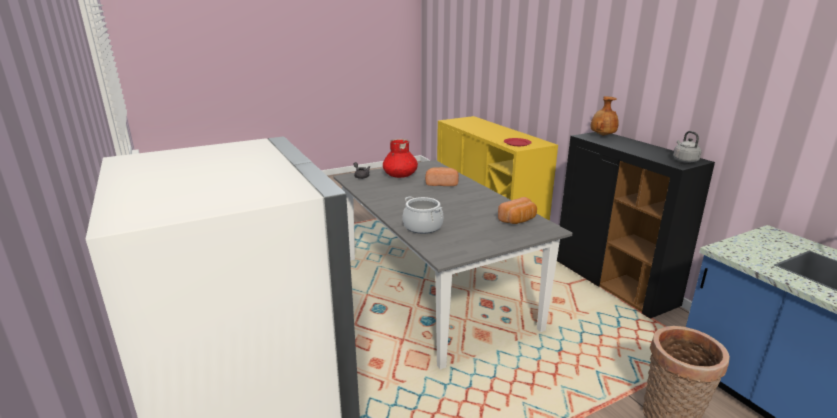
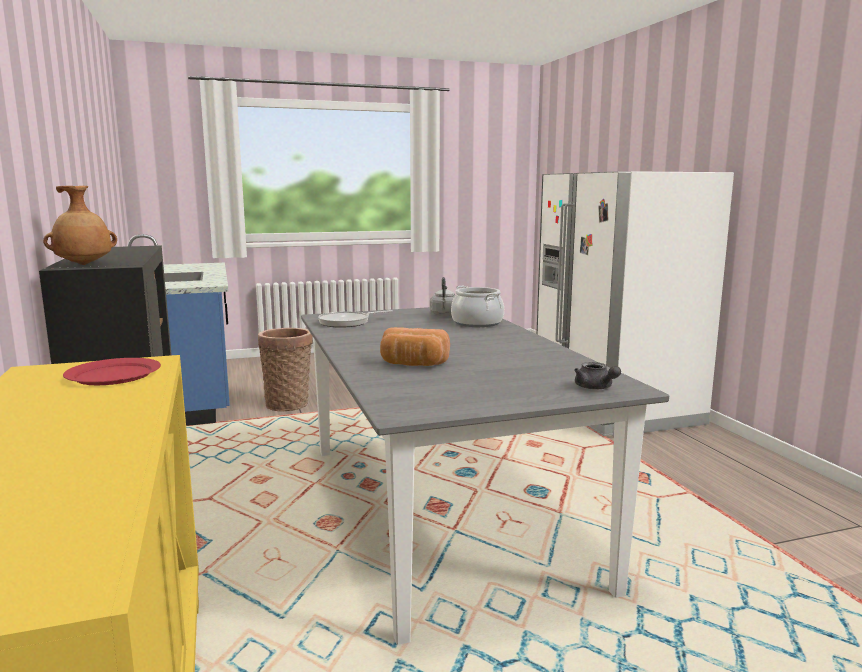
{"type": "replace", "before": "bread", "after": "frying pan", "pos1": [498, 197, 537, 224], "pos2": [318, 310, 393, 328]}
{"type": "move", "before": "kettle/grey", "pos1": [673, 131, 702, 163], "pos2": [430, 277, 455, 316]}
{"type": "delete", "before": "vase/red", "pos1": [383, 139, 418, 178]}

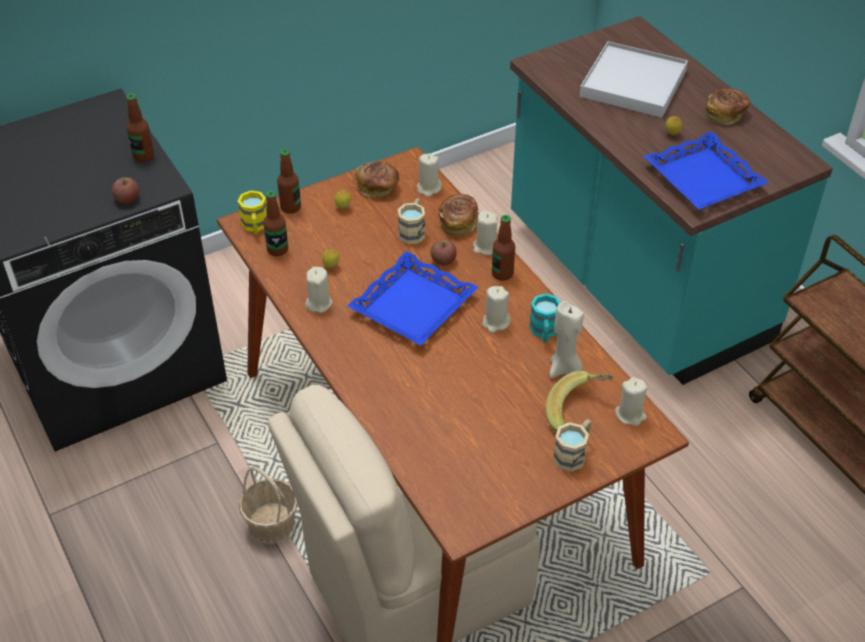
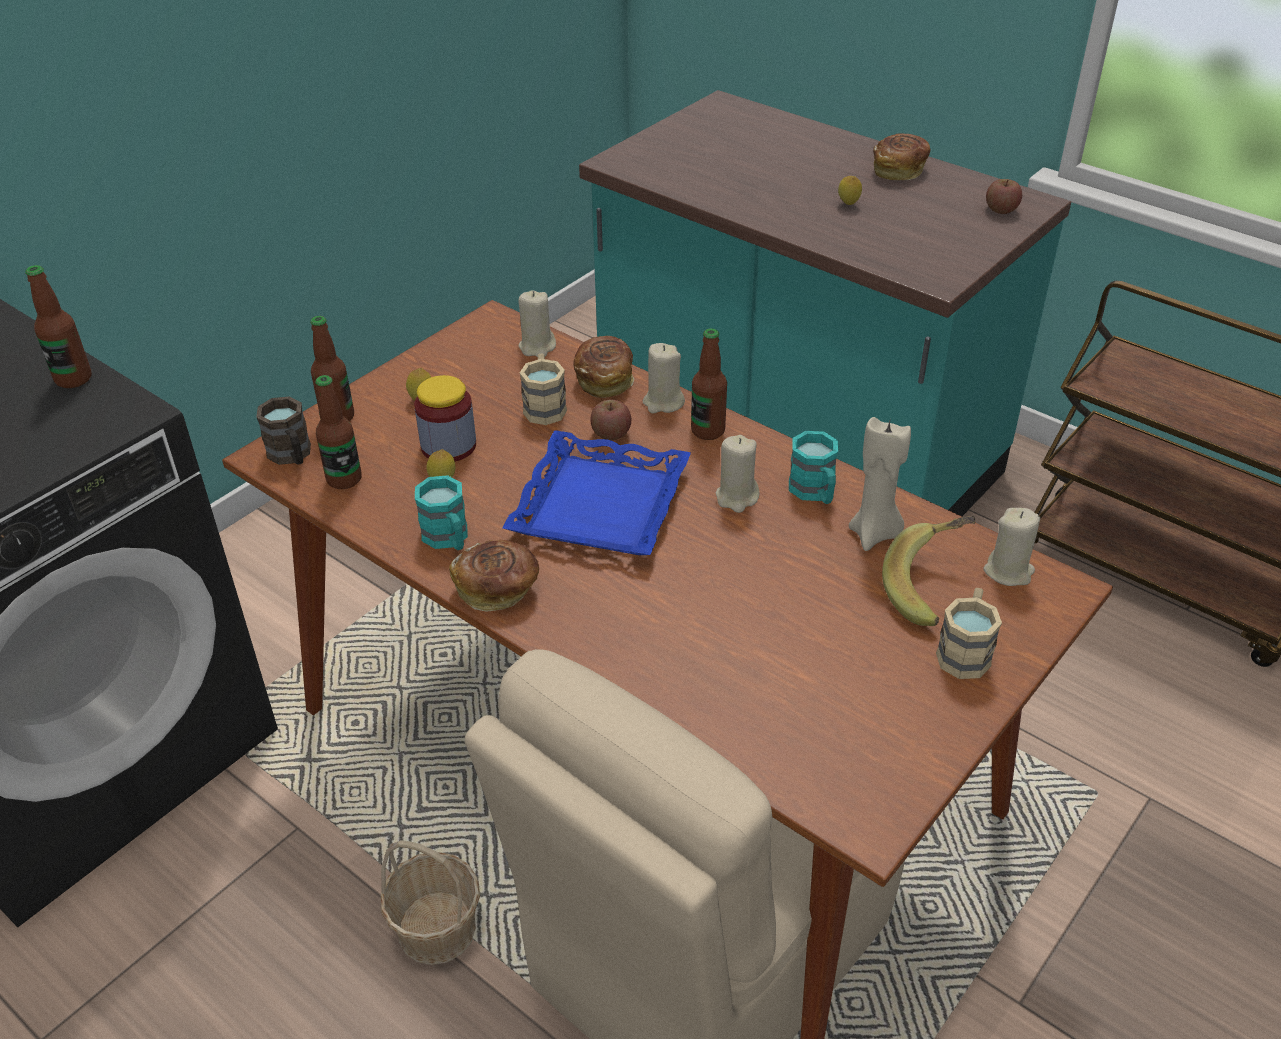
{"type": "recolor", "before": "mug/yellow", "after": "mug/brown", "pos1": [238, 190, 267, 234], "pos2": [256, 396, 311, 465]}
{"type": "insert", "after": "jar", "pos2": [414, 375, 476, 462]}
{"type": "replace", "before": "candle/beige", "after": "mug/turquoise", "pos1": [306, 267, 332, 313], "pos2": [415, 475, 468, 550]}
{"type": "move", "before": "bread", "pos1": [355, 162, 400, 197], "pos2": [449, 540, 539, 611]}
{"type": "move", "before": "apple", "pos1": [112, 177, 139, 204], "pos2": [986, 179, 1022, 214]}
{"type": "delete", "before": "tray/white", "pos1": [580, 41, 688, 118]}
{"type": "delete", "before": "tray/blue", "pos1": [644, 132, 769, 209]}

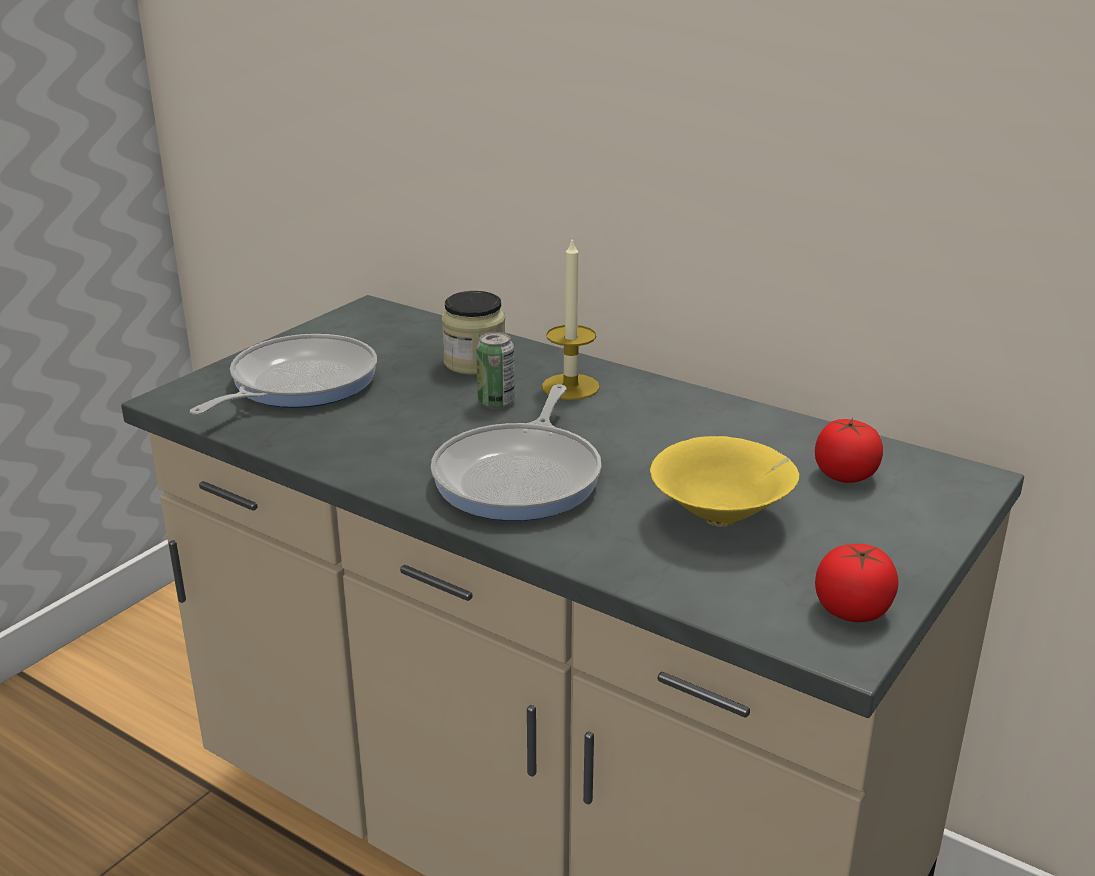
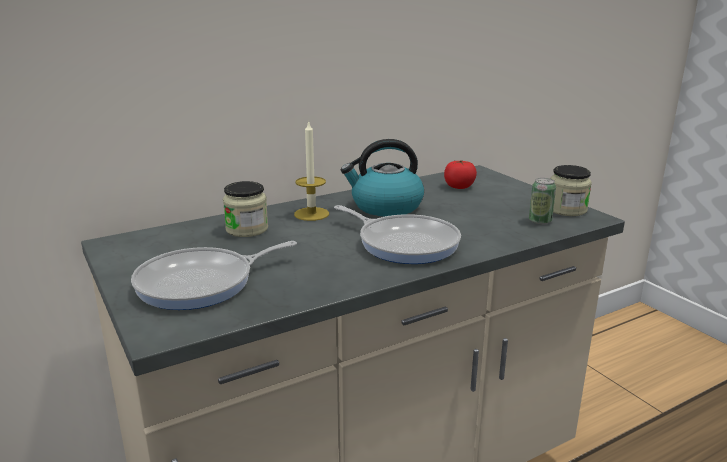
{"type": "rotate", "before": "frying pan", "pos1": [190, 334, 377, 415], "pos2": [131, 241, 297, 310], "turn": -90}
{"type": "insert", "after": "kettle", "pos2": [341, 139, 424, 217]}
{"type": "move", "before": "can", "pos1": [476, 332, 515, 409], "pos2": [529, 178, 556, 225]}
{"type": "replace", "before": "tomato", "after": "jar", "pos1": [815, 544, 899, 622], "pos2": [550, 165, 592, 216]}
{"type": "delete", "before": "bowl/yellow", "pos1": [650, 436, 799, 527]}

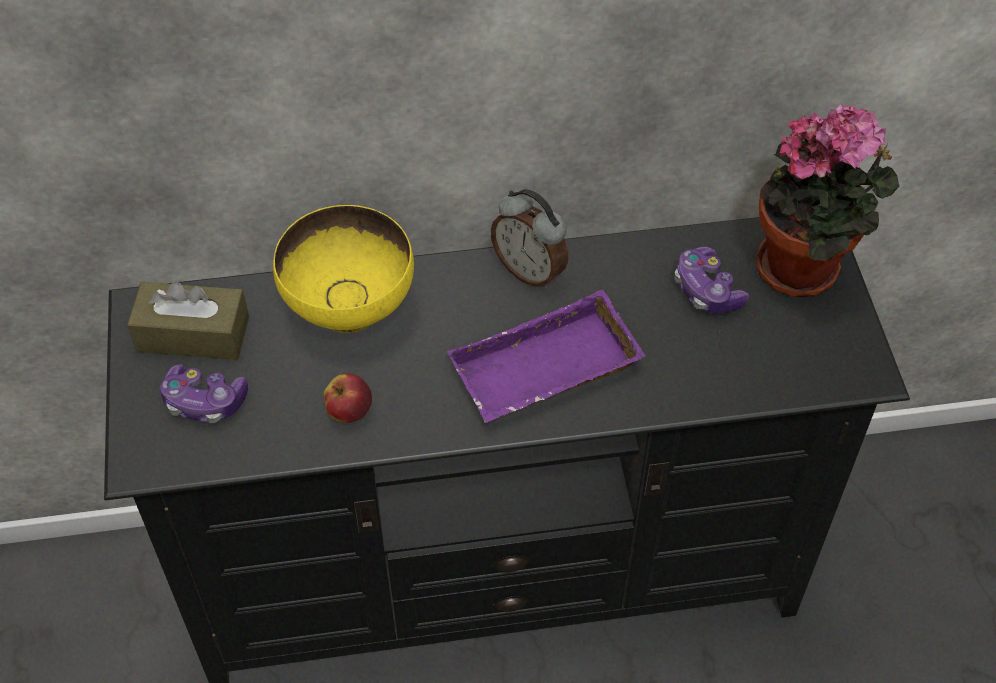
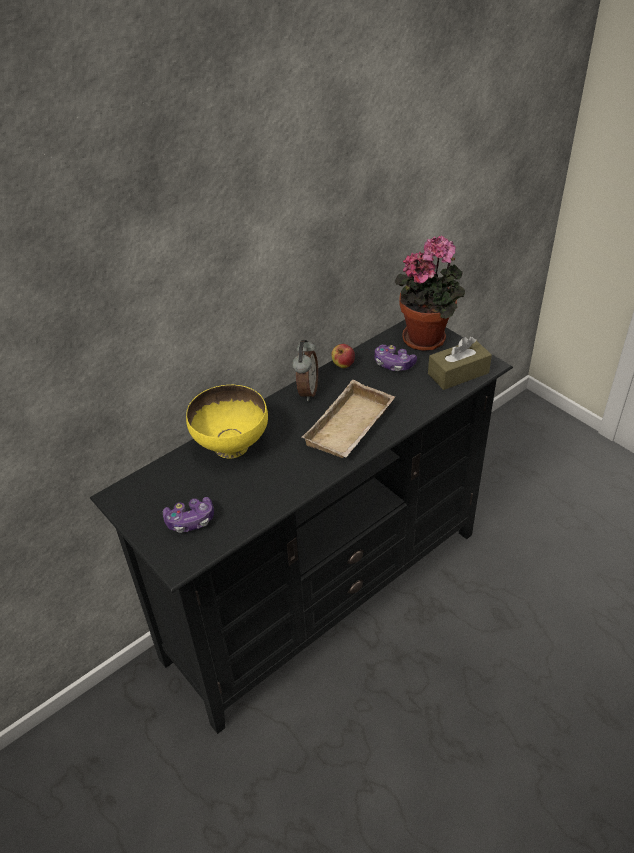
{"type": "rotate", "before": "alarm clock", "pos1": [491, 189, 568, 289], "pos2": [292, 340, 318, 401], "turn": -90}
{"type": "recolor", "before": "tray/purple", "after": "tray/beige", "pos1": [447, 290, 646, 423], "pos2": [301, 380, 395, 458]}
{"type": "move", "before": "apple", "pos1": [324, 373, 372, 423], "pos2": [331, 344, 355, 368]}
{"type": "move", "before": "tissue box/brown", "pos1": [127, 281, 249, 360], "pos2": [428, 337, 492, 390]}

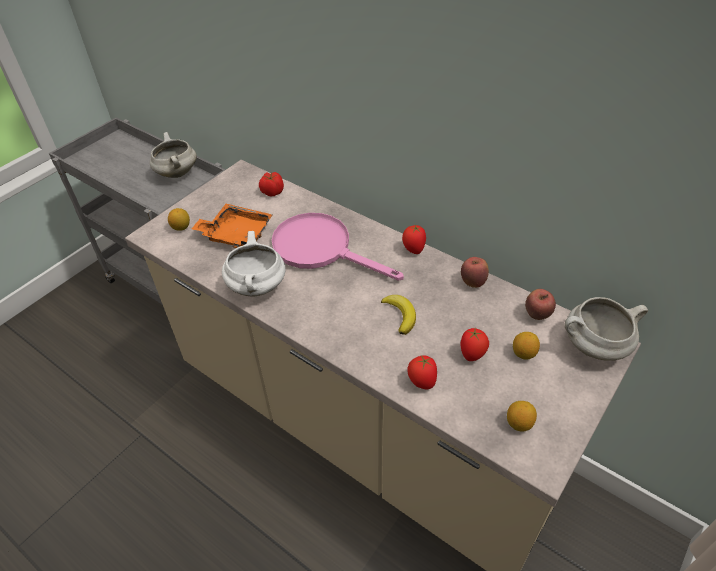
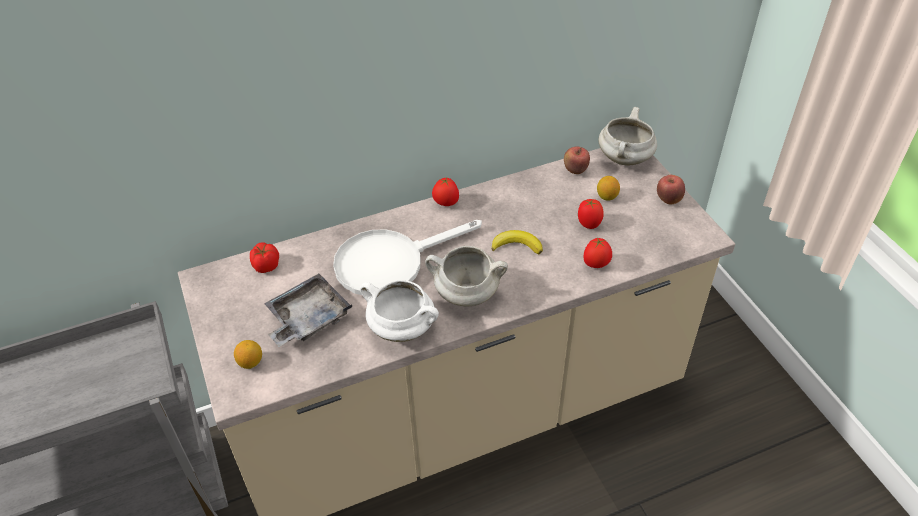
{"type": "recolor", "before": "tray/orange", "after": "tray/grey", "pos1": [191, 204, 272, 248], "pos2": [264, 274, 352, 347]}
{"type": "recolor", "before": "frying pan/pink", "after": "frying pan/white", "pos1": [272, 213, 404, 281], "pos2": [333, 220, 482, 295]}
{"type": "move", "before": "cooking pot/white", "pos1": [150, 132, 197, 178], "pos2": [425, 246, 508, 306]}
{"type": "move", "before": "apple", "pos1": [461, 257, 489, 288], "pos2": [657, 175, 685, 204]}
{"type": "delete", "before": "lemon", "pos1": [507, 401, 537, 432]}

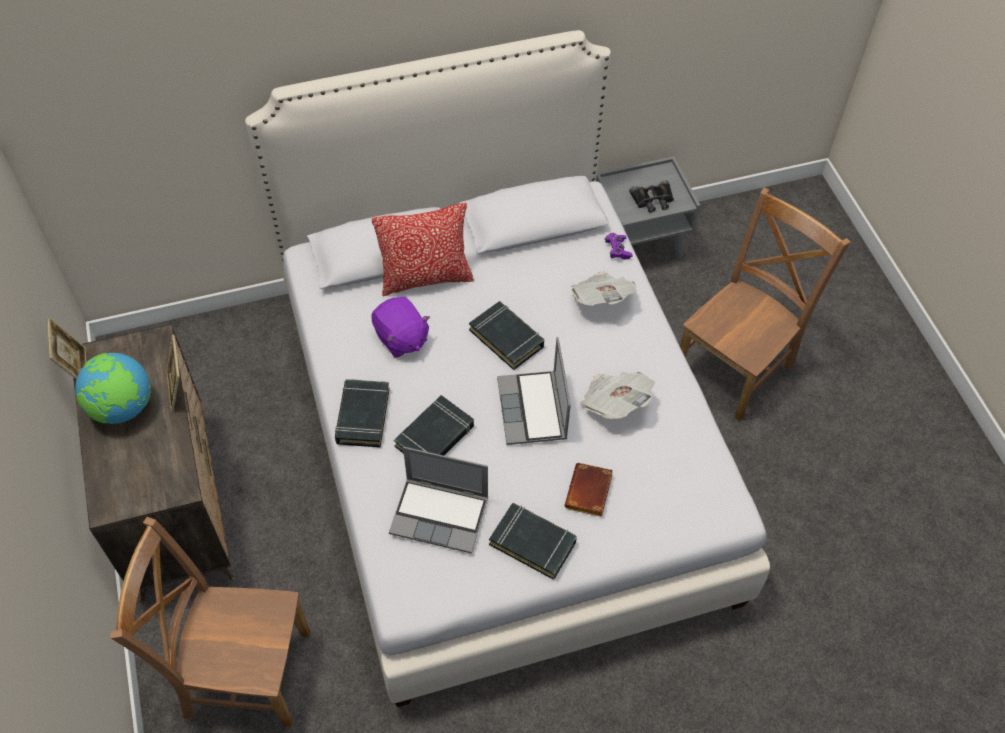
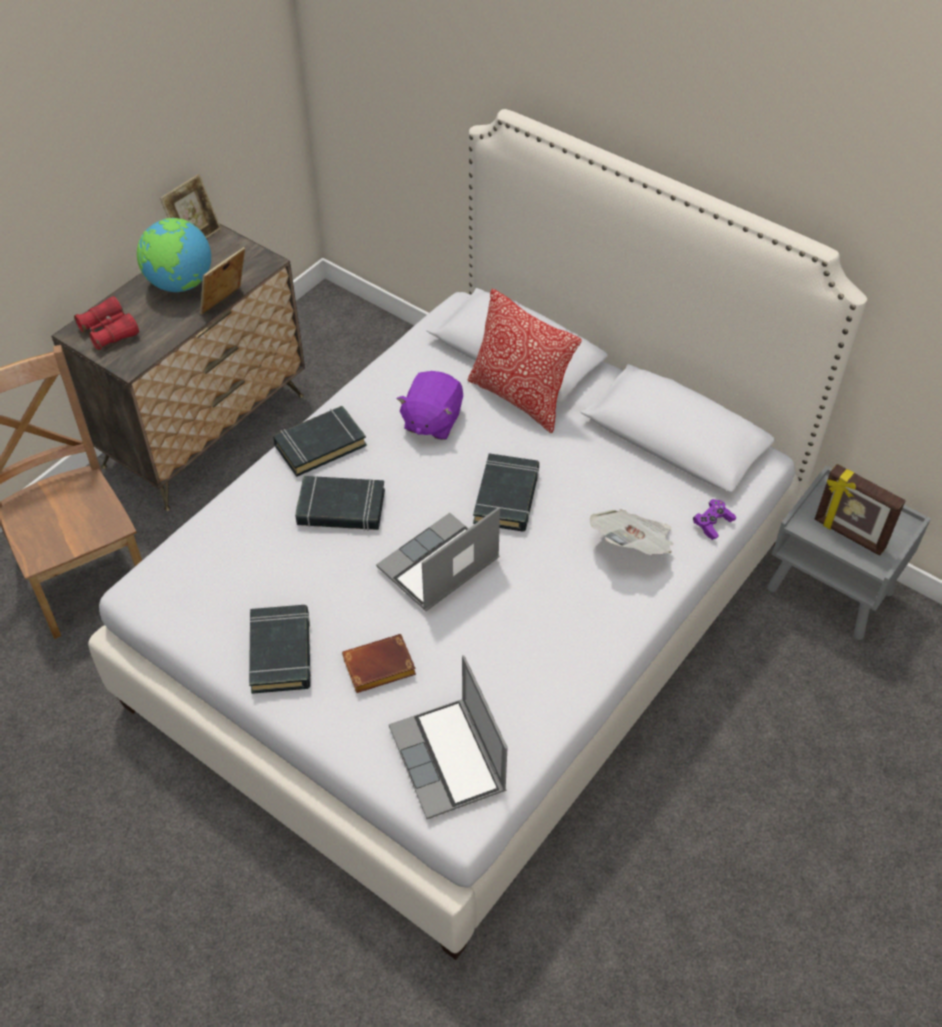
{"type": "insert", "after": "binoculars/red", "pos2": [74, 296, 139, 350]}
{"type": "move", "before": "laptop", "pos1": [389, 447, 488, 554], "pos2": [389, 655, 507, 819]}
{"type": "replace", "before": "binoculars/black", "after": "picture frame", "pos1": [629, 180, 674, 213], "pos2": [815, 464, 906, 556]}
{"type": "delete", "before": "newspaper", "pos1": [580, 372, 655, 419]}
{"type": "delete", "before": "chair/brown", "pos1": [680, 188, 851, 421]}

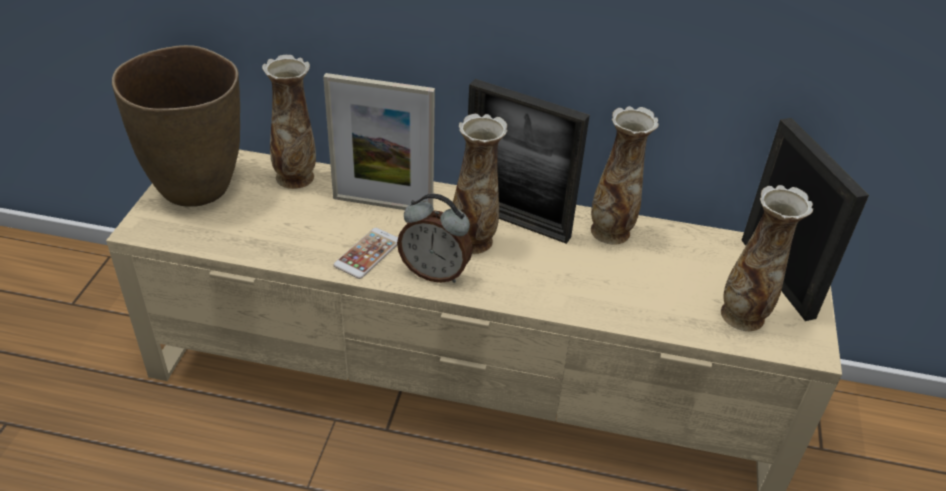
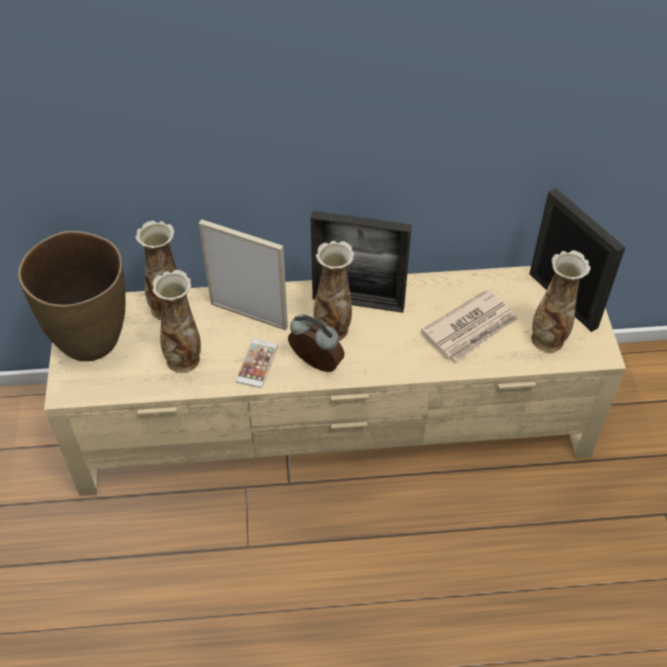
{"type": "move", "before": "vase", "pos1": [591, 106, 659, 245], "pos2": [152, 270, 201, 373]}
{"type": "rotate", "before": "picture frame", "pos1": [323, 73, 435, 210], "pos2": [199, 219, 288, 331], "turn": -150}
{"type": "rotate", "before": "alarm clock", "pos1": [397, 194, 473, 283], "pos2": [288, 314, 345, 372], "turn": -150}
{"type": "insert", "after": "newspaper", "pos2": [421, 289, 518, 362]}

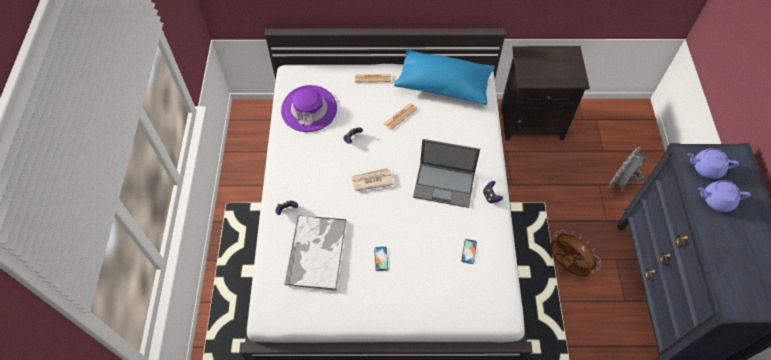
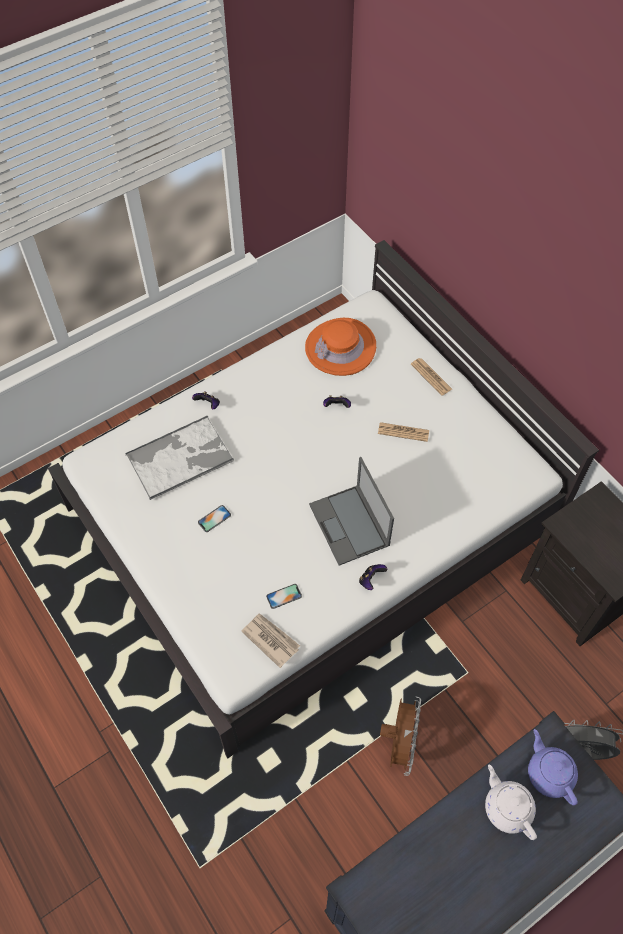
{"type": "move", "before": "newspaper", "pos1": [351, 168, 394, 191], "pos2": [241, 613, 300, 668]}
{"type": "recolor", "before": "hat/purple", "after": "hat/orange", "pos1": [281, 85, 337, 132], "pos2": [305, 318, 376, 376]}
{"type": "recolor", "before": "teapot/purple", "after": "teapot/white", "pos1": [698, 180, 751, 212], "pos2": [485, 765, 537, 840]}
{"type": "delete", "before": "pillow/blue", "pos1": [394, 49, 495, 105]}

